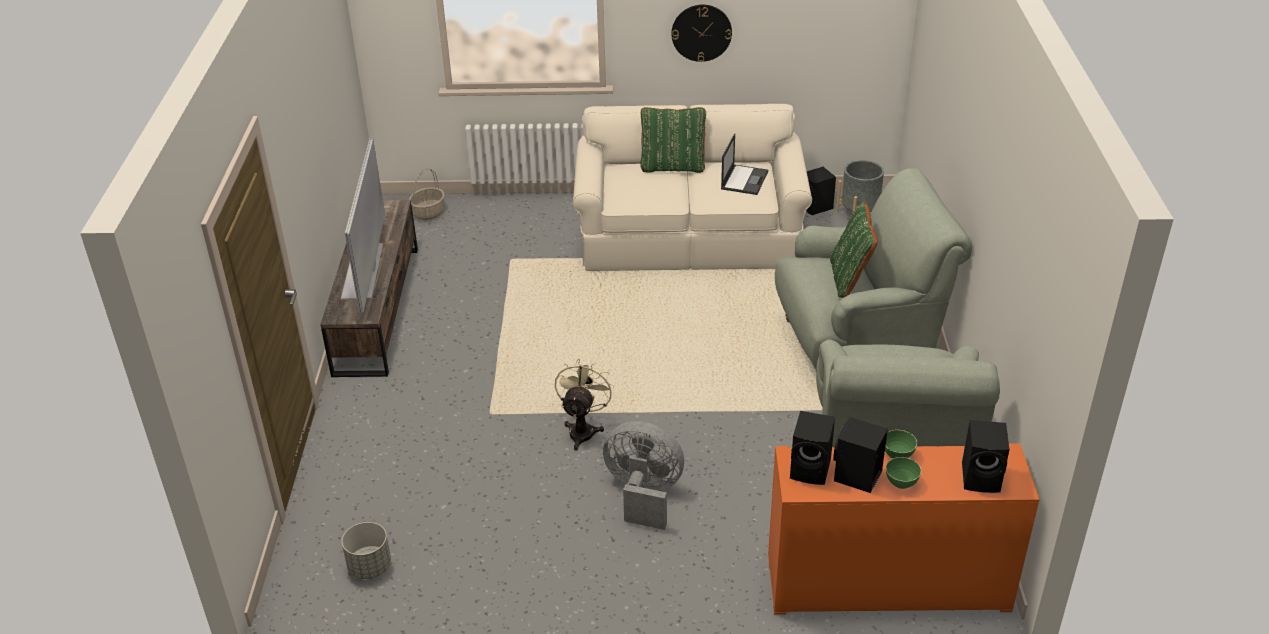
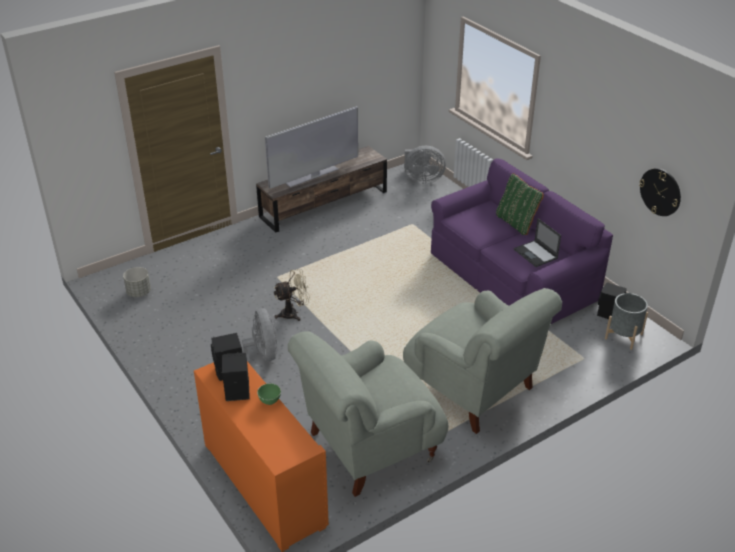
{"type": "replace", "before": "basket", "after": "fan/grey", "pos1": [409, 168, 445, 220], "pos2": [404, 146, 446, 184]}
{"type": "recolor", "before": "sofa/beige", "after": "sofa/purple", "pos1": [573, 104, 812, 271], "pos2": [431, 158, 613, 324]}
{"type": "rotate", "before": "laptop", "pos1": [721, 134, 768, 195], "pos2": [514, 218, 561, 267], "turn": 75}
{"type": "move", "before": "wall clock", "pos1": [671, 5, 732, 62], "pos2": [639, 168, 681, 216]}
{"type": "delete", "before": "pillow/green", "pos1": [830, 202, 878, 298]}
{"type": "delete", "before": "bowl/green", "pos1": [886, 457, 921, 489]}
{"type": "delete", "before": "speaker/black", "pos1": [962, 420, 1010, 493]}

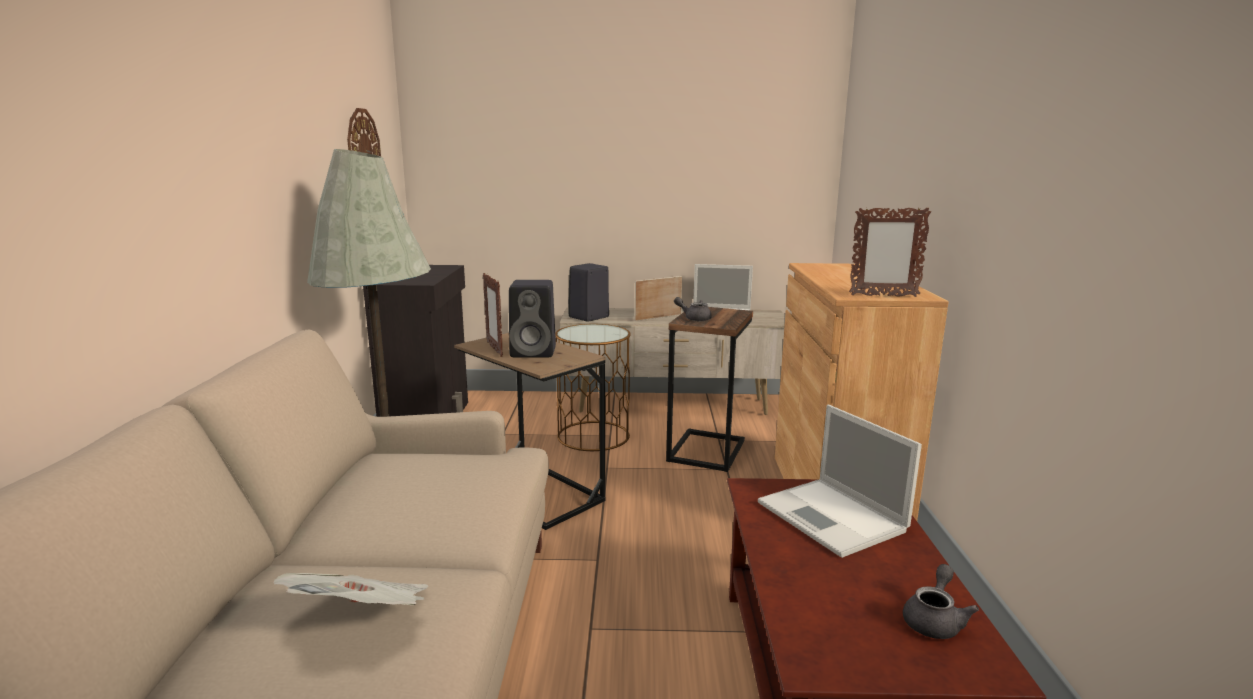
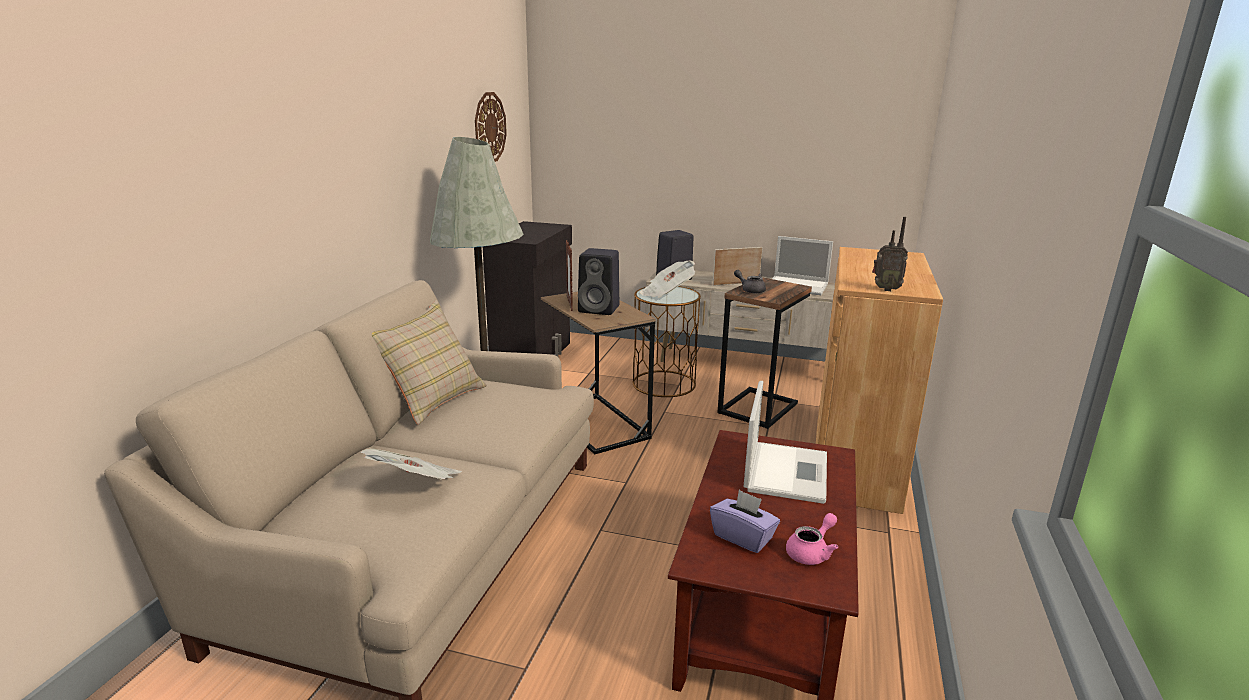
{"type": "insert", "after": "pillow/beige", "pos2": [372, 300, 487, 425]}
{"type": "insert", "after": "newspaper", "pos2": [640, 261, 696, 298]}
{"type": "insert", "after": "tissue box/purple", "pos2": [710, 490, 780, 553]}
{"type": "rotate", "before": "laptop", "pos1": [758, 405, 922, 558], "pos2": [743, 381, 827, 504], "turn": -150}
{"type": "recolor", "before": "teapot/grey", "after": "teapot/pink", "pos1": [903, 564, 979, 639], "pos2": [786, 513, 838, 565]}
{"type": "replace", "before": "picture frame", "after": "radio", "pos1": [849, 208, 931, 297], "pos2": [872, 217, 908, 291]}

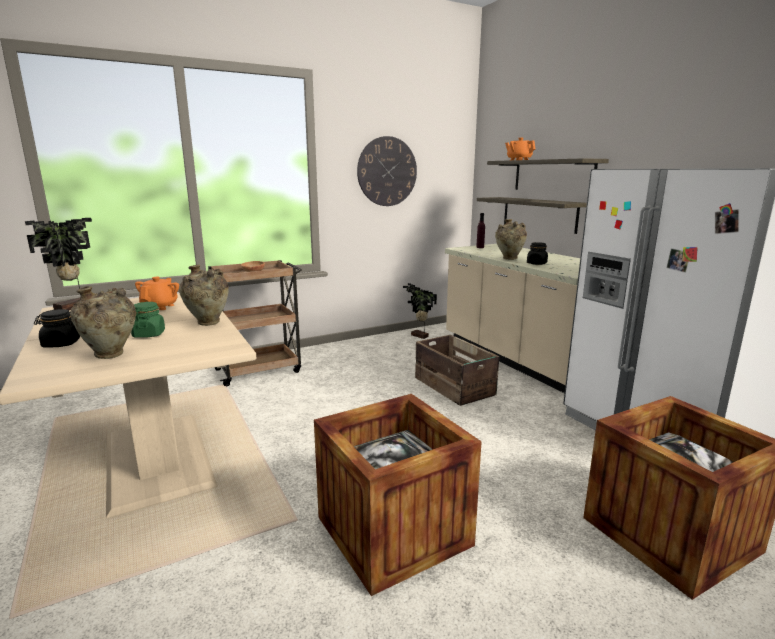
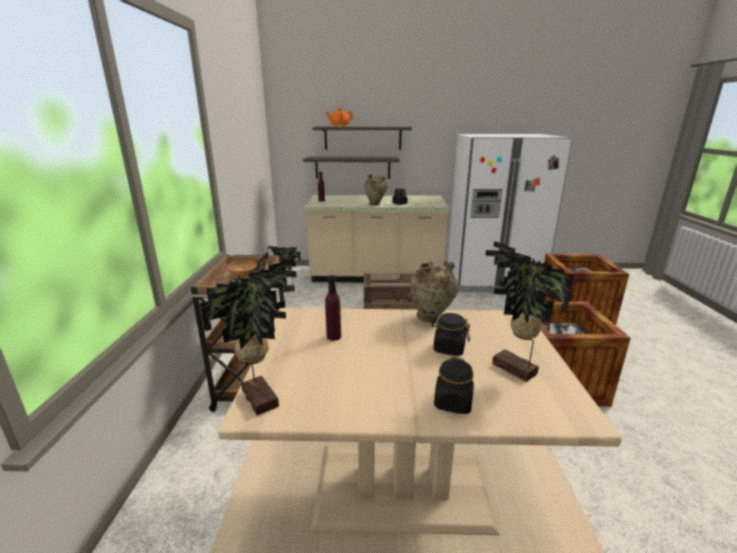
{"type": "replace", "before": "teapot/orange", "after": "bottle/purple", "pos1": [135, 277, 179, 310], "pos2": [325, 275, 341, 341]}
{"type": "recolor", "before": "jar/green", "after": "jar/black", "pos1": [131, 302, 165, 338], "pos2": [431, 313, 470, 356]}
{"type": "replace", "before": "vase/beige", "after": "potted plant", "pos1": [70, 286, 136, 359], "pos2": [485, 241, 574, 382]}
{"type": "delete", "before": "wall clock", "pos1": [357, 136, 417, 206]}

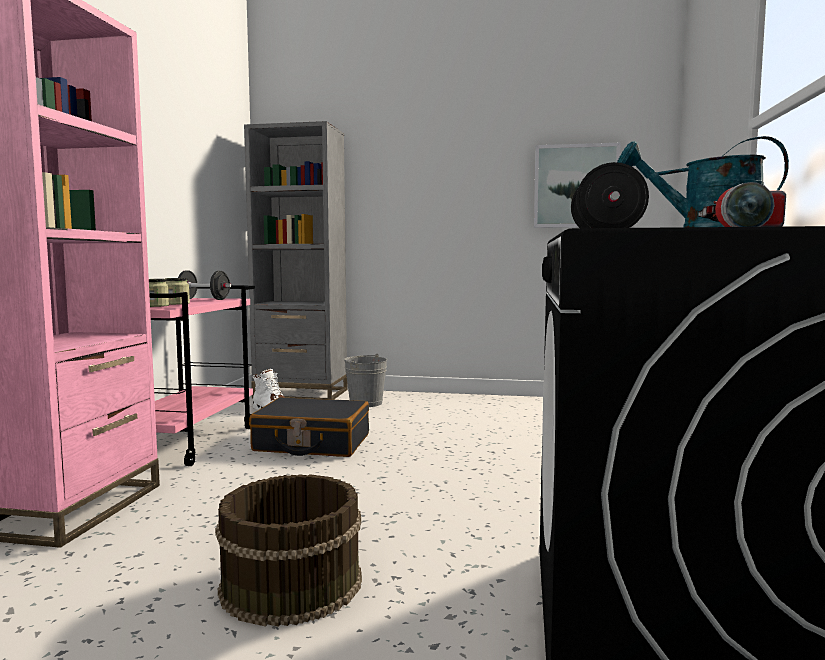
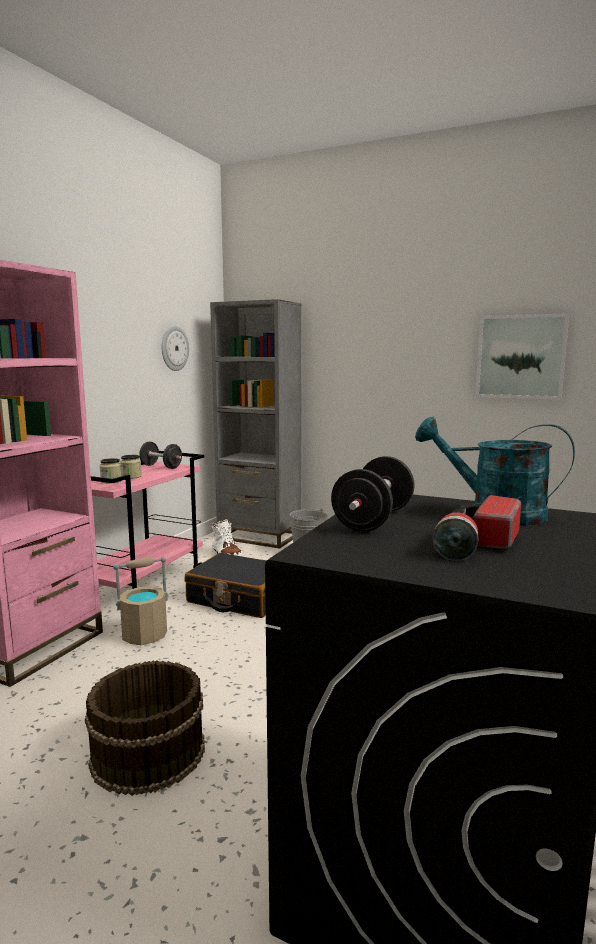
{"type": "insert", "after": "bucket/beige", "pos2": [113, 557, 169, 645]}
{"type": "insert", "after": "wall clock", "pos2": [162, 326, 189, 371]}

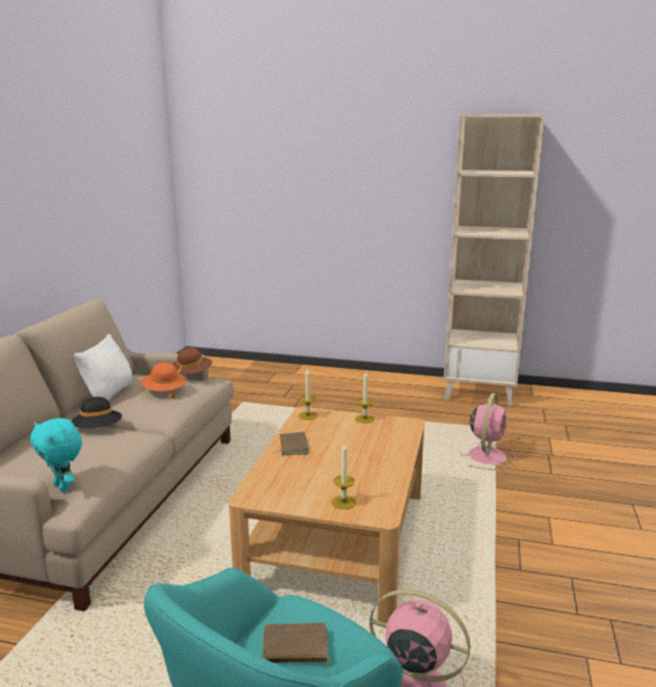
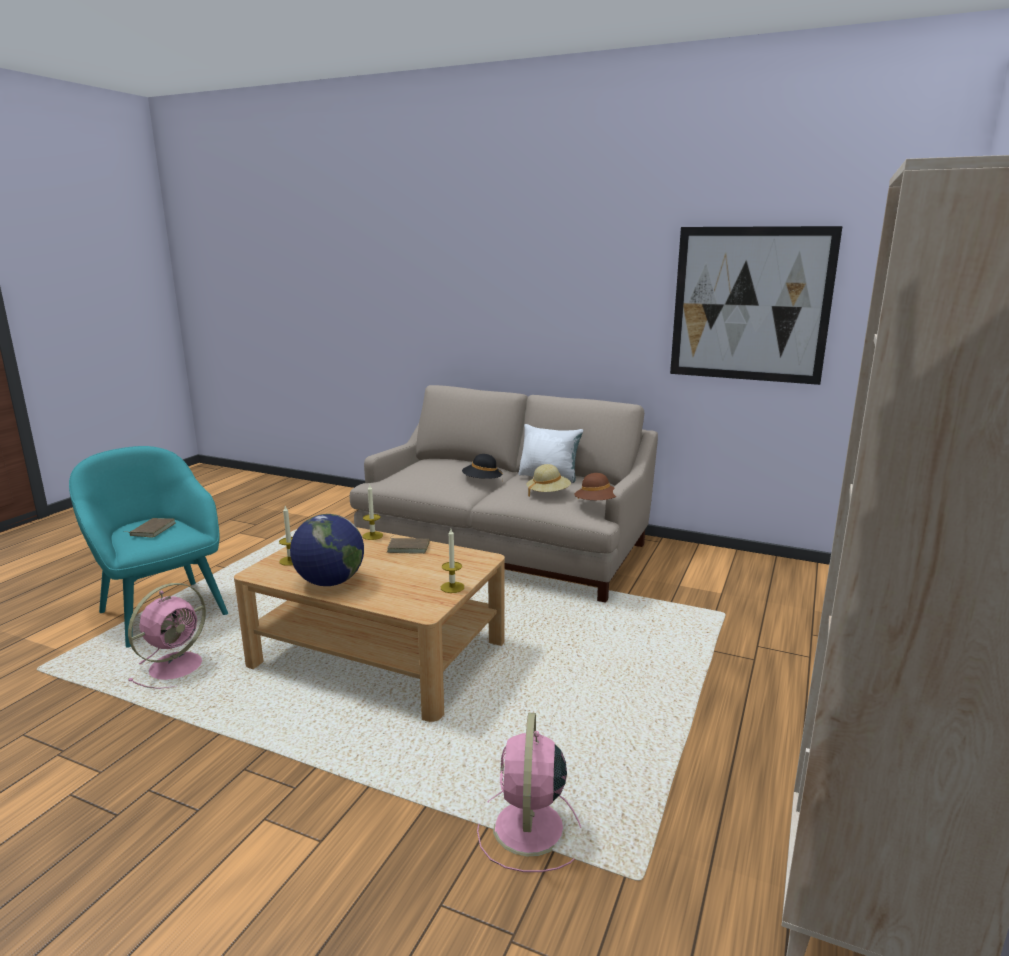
{"type": "insert", "after": "globe", "pos2": [290, 514, 364, 586]}
{"type": "move", "before": "candle", "pos1": [298, 368, 317, 420], "pos2": [363, 485, 383, 540]}
{"type": "rotate", "before": "fan/pink", "pos1": [459, 393, 516, 470], "pos2": [477, 713, 581, 872], "turn": 60}
{"type": "recolor", "before": "hat/orange", "after": "hat/beige", "pos1": [141, 362, 186, 399], "pos2": [526, 464, 571, 496]}
{"type": "insert", "after": "picture", "pos2": [670, 226, 843, 385]}
{"type": "delete", "before": "plush toy/turquoise", "pos1": [30, 418, 82, 492]}

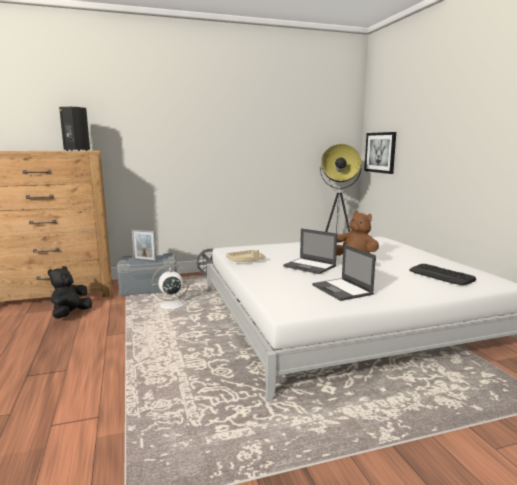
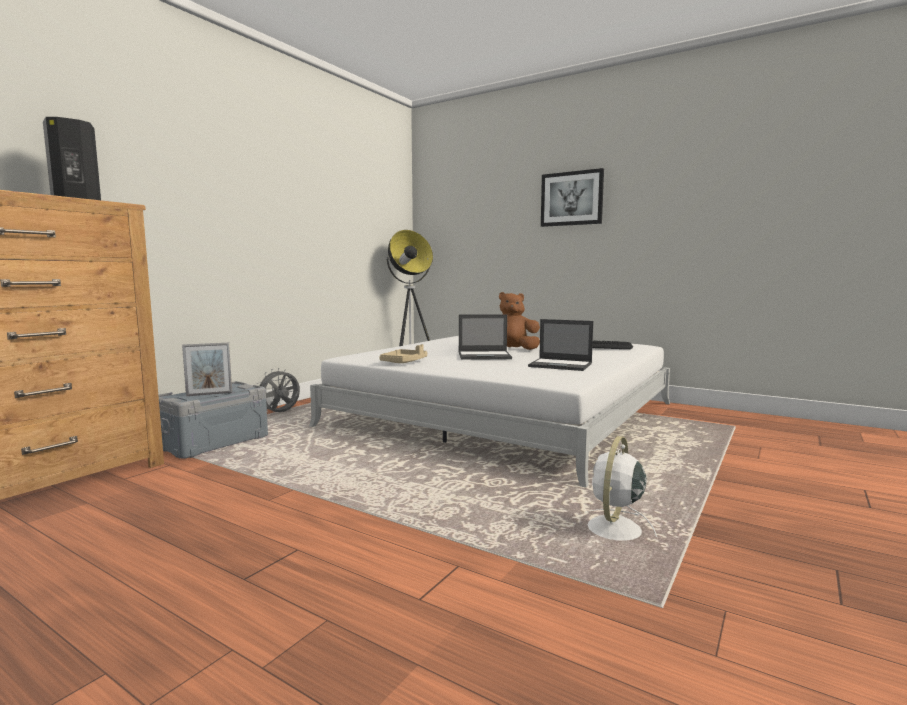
{"type": "move", "before": "picture", "pos1": [364, 132, 396, 174], "pos2": [541, 168, 604, 227]}
{"type": "move", "before": "fan/white", "pos1": [151, 265, 192, 311], "pos2": [585, 436, 657, 541]}
{"type": "delete", "before": "plush toy/black", "pos1": [48, 266, 92, 319]}

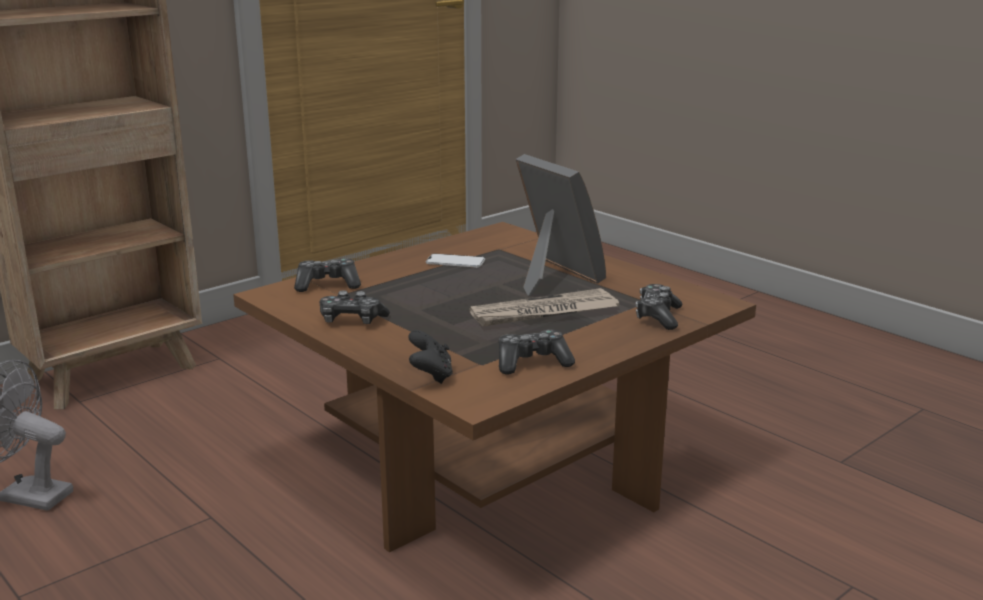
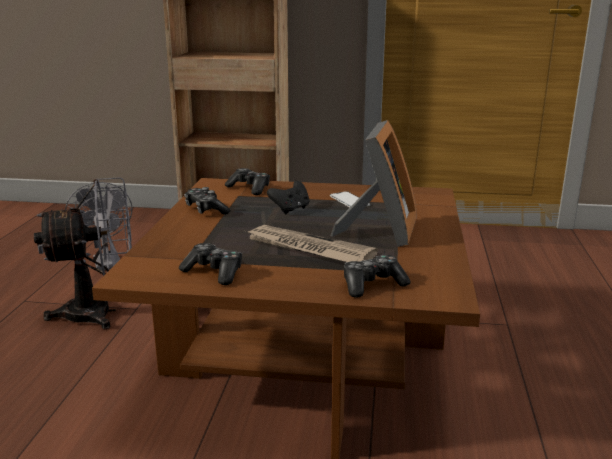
{"type": "insert", "after": "fan/grey", "pos2": [34, 177, 132, 330]}
{"type": "move", "before": "game controller/black", "pos1": [408, 330, 453, 384], "pos2": [267, 181, 310, 214]}

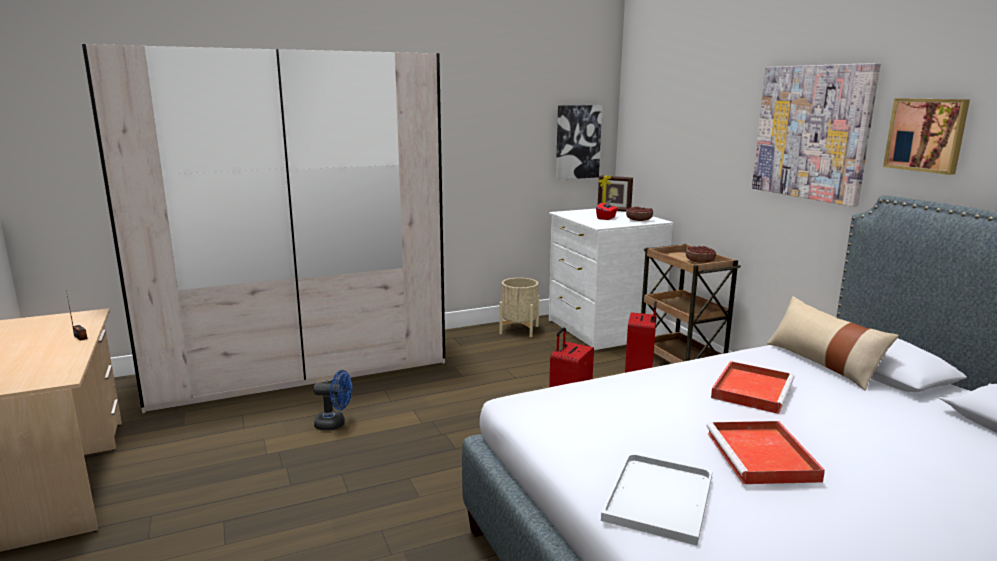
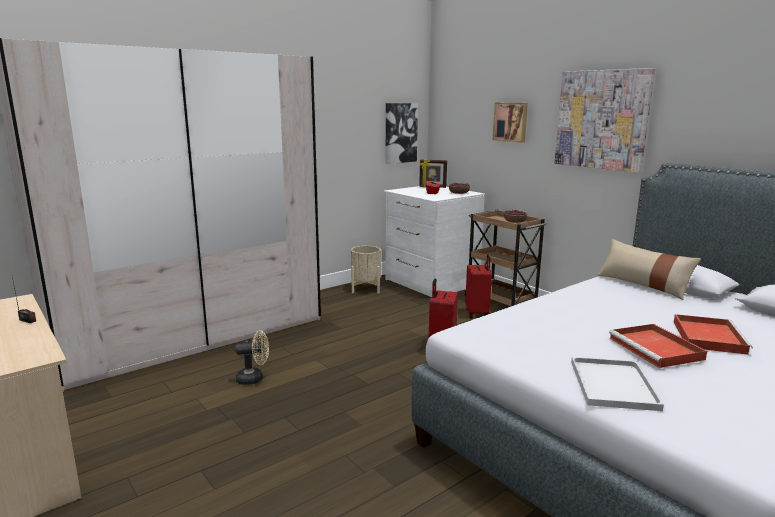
{"type": "recolor", "before": "fan/blue", "after": "fan/beige", "pos1": [313, 370, 352, 431], "pos2": [235, 330, 269, 385]}
{"type": "move", "before": "picture", "pos1": [883, 98, 970, 175], "pos2": [493, 103, 528, 143]}
{"type": "move", "before": "tray/red", "pos1": [711, 361, 795, 414], "pos2": [674, 314, 753, 355]}

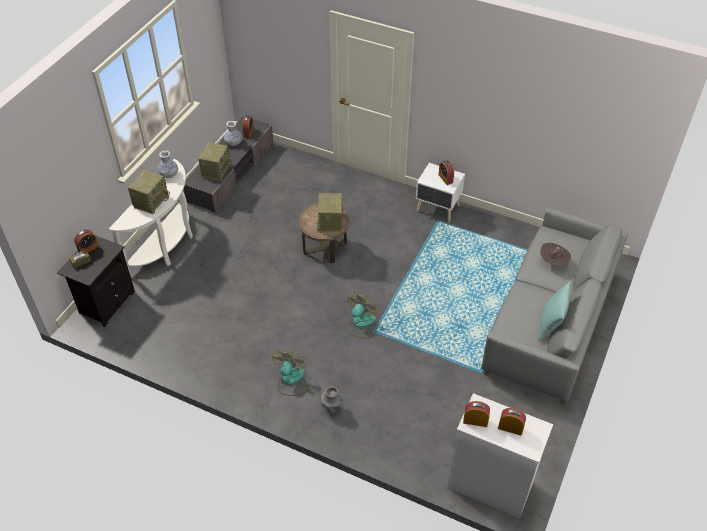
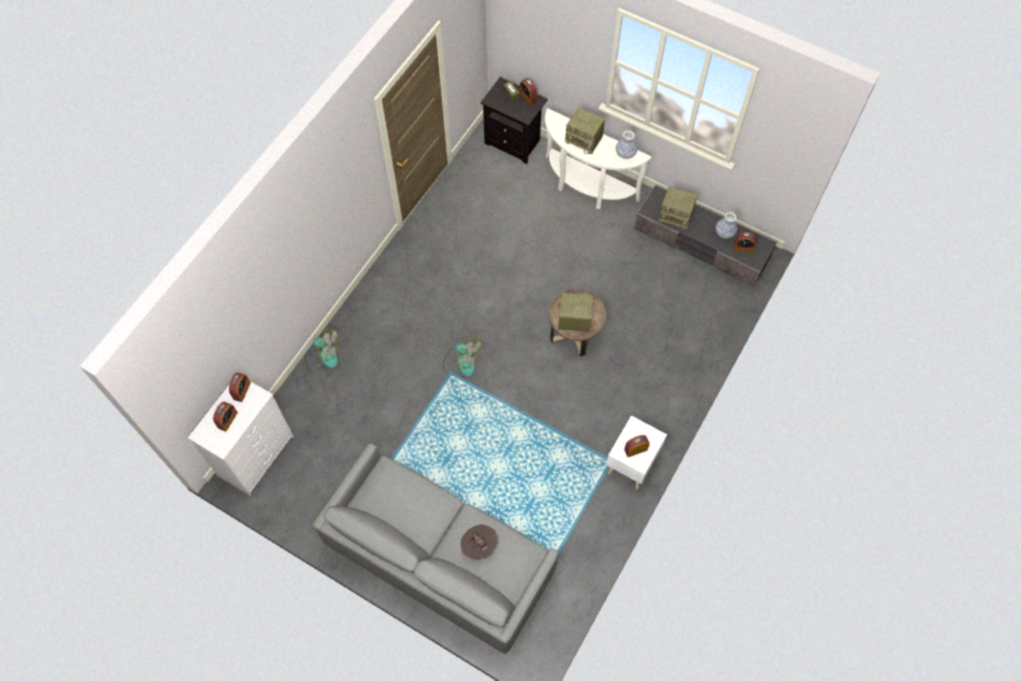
{"type": "move", "before": "fan", "pos1": [272, 350, 309, 396], "pos2": [305, 328, 340, 371]}
{"type": "delete", "before": "vase/grey", "pos1": [321, 386, 342, 414]}
{"type": "delete", "before": "pillow/turquoise", "pos1": [538, 281, 571, 342]}

